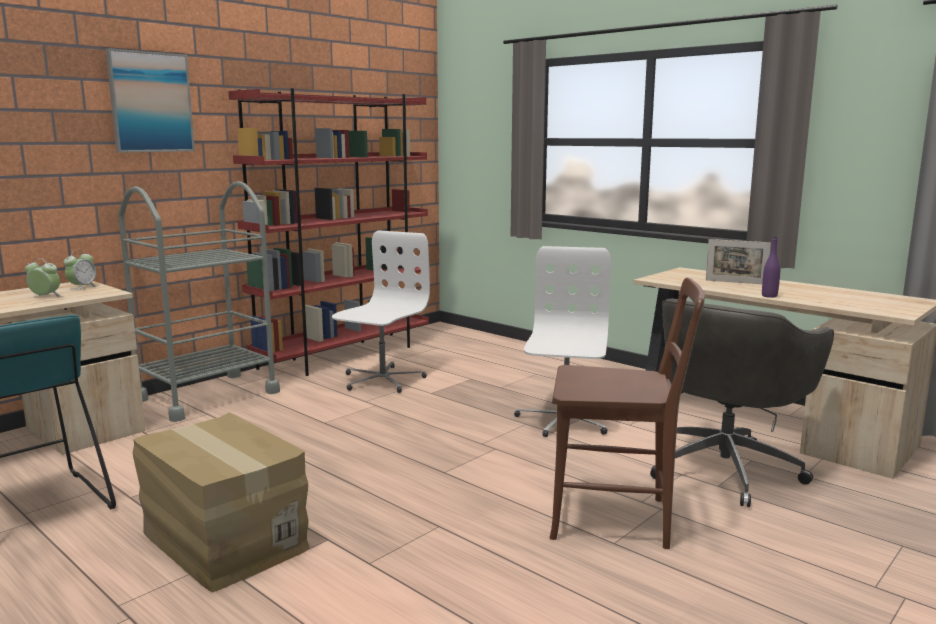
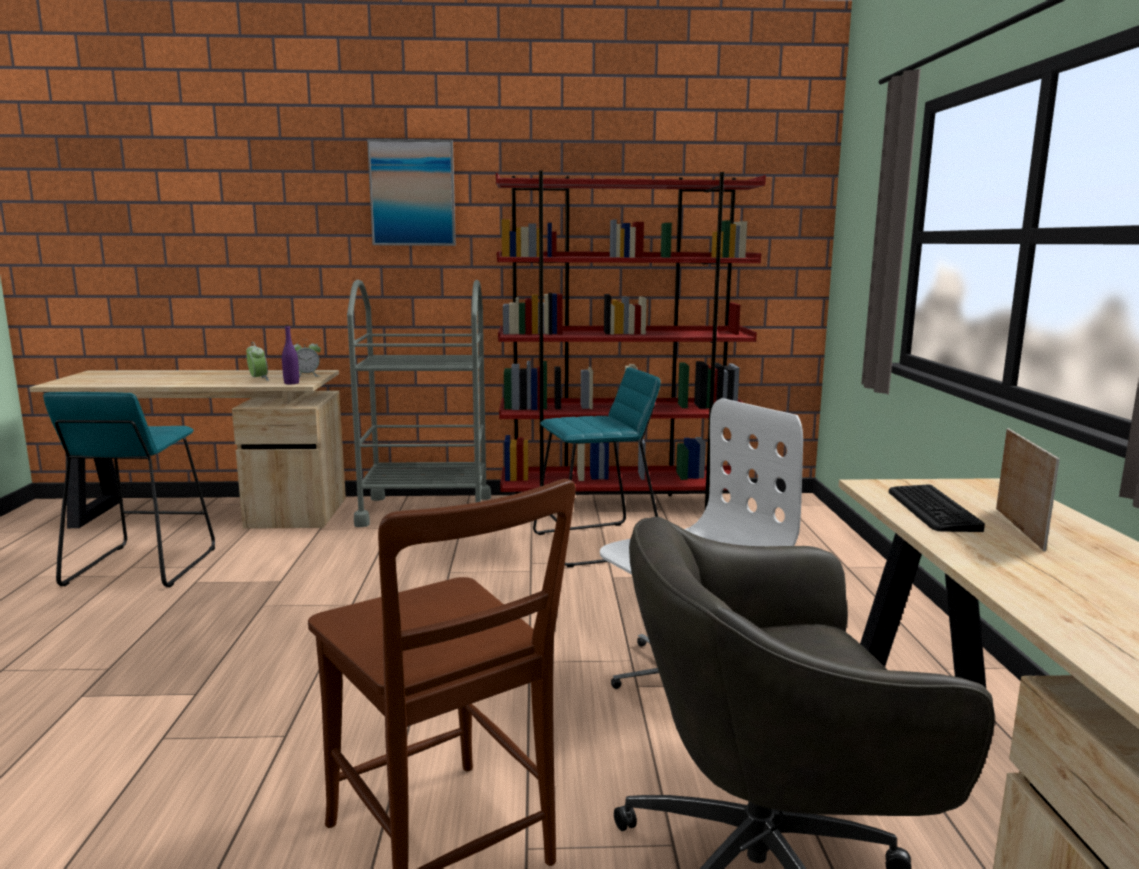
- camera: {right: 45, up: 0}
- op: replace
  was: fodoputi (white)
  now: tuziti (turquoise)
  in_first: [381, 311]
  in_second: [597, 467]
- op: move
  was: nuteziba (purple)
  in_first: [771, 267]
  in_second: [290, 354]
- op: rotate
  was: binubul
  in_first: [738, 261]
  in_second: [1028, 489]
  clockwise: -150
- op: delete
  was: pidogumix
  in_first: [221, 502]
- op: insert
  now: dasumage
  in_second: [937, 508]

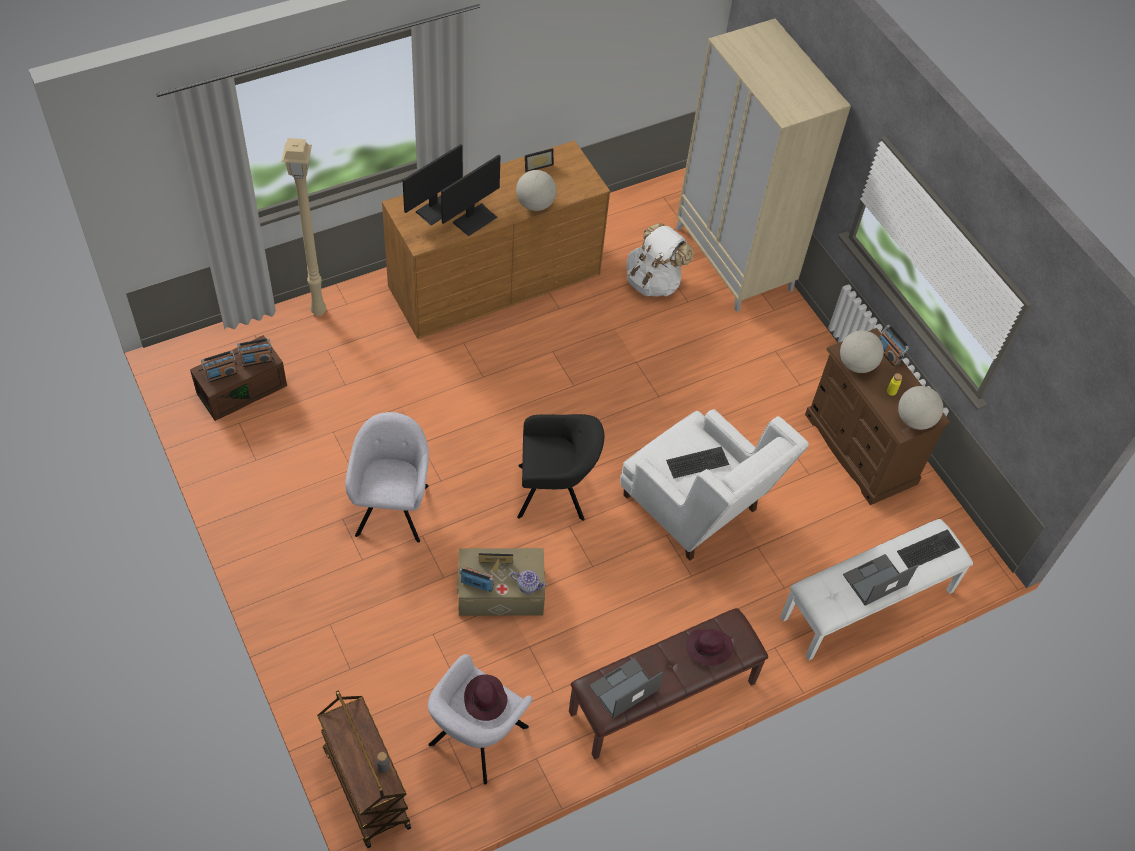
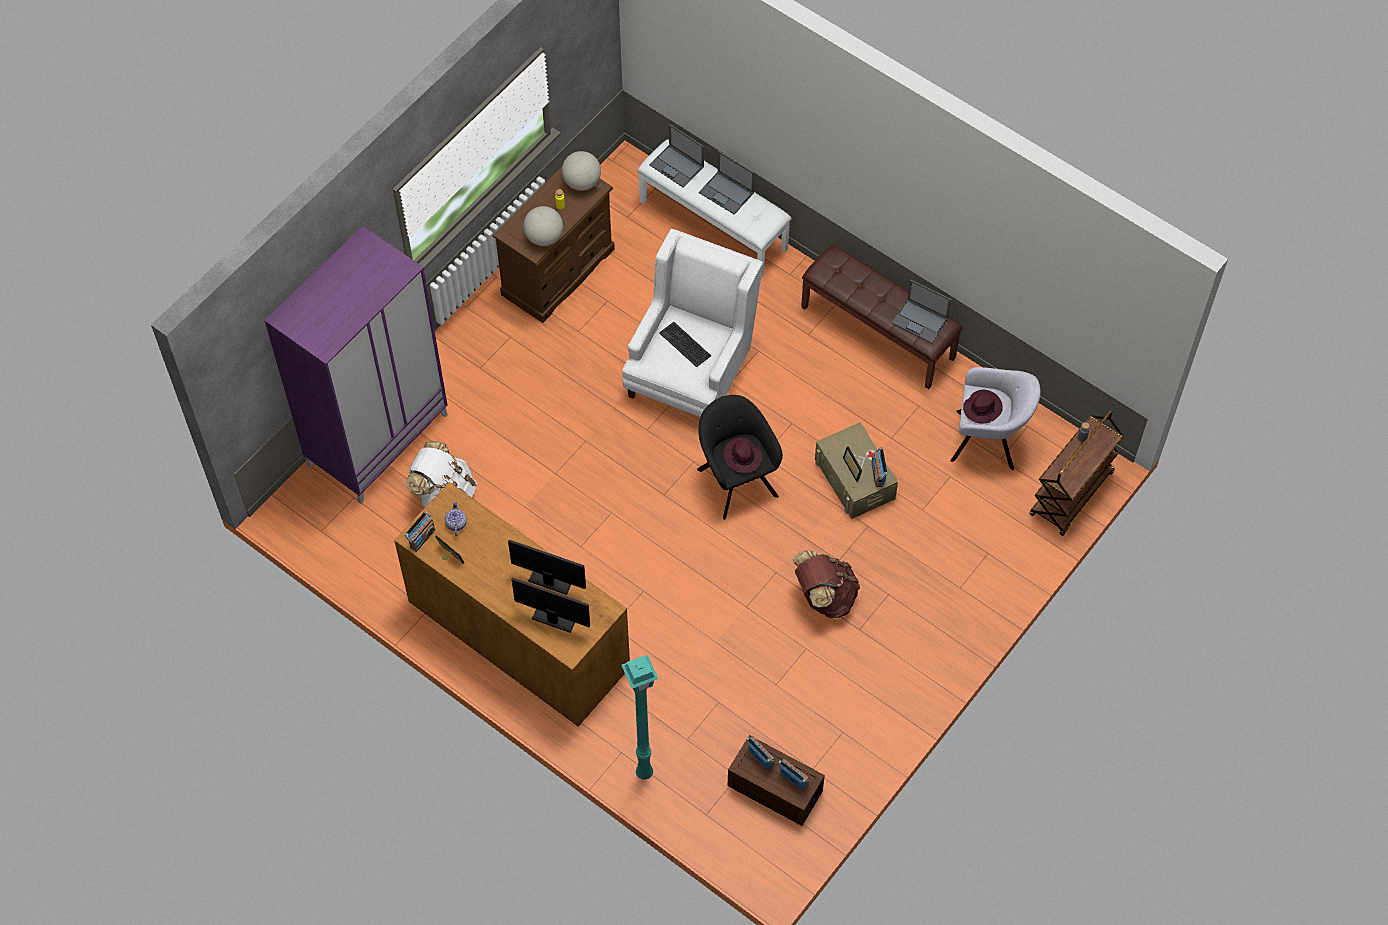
- camera: {right: -110, up: 5}
- op: recolor
  was: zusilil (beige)
  now: zusilil (purple)
  in_first: [763, 165]
  in_second: [356, 365]
- op: recolor
  was: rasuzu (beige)
  now: rasuzu (turquoise)
  in_first: [303, 227]
  in_second: [639, 717]
- op: delete
  was: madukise
  in_first: [536, 190]
- op: move
  was: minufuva
  in_first: [894, 346]
  in_second: [420, 531]
- op: replace
  was: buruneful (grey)
  now: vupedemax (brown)
  in_first: [387, 477]
  in_second: [826, 584]
- op: replace
  was: dasumage
  now: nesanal
  in_first: [928, 549]
  in_second: [676, 156]
- op: move
  was: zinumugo
  in_first: [529, 582]
  in_second: [456, 518]
- op: move
  was: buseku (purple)
  in_first: [709, 647]
  in_second: [743, 455]

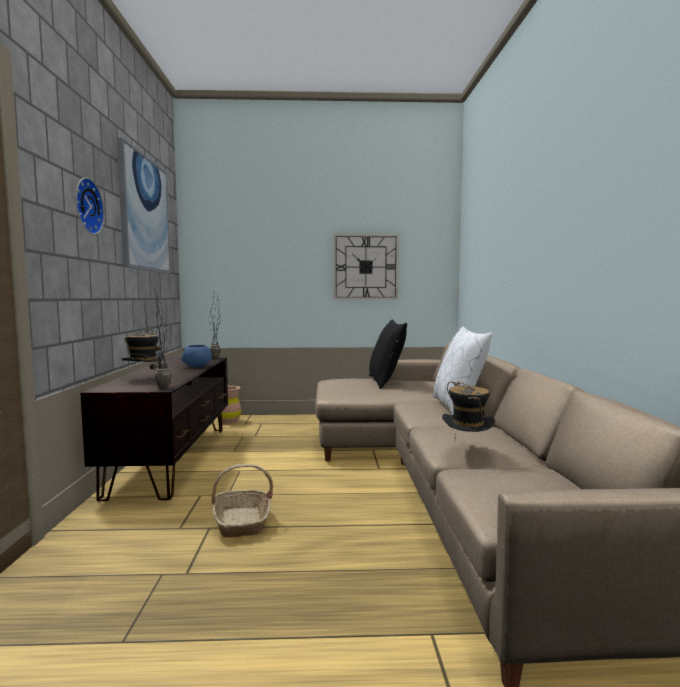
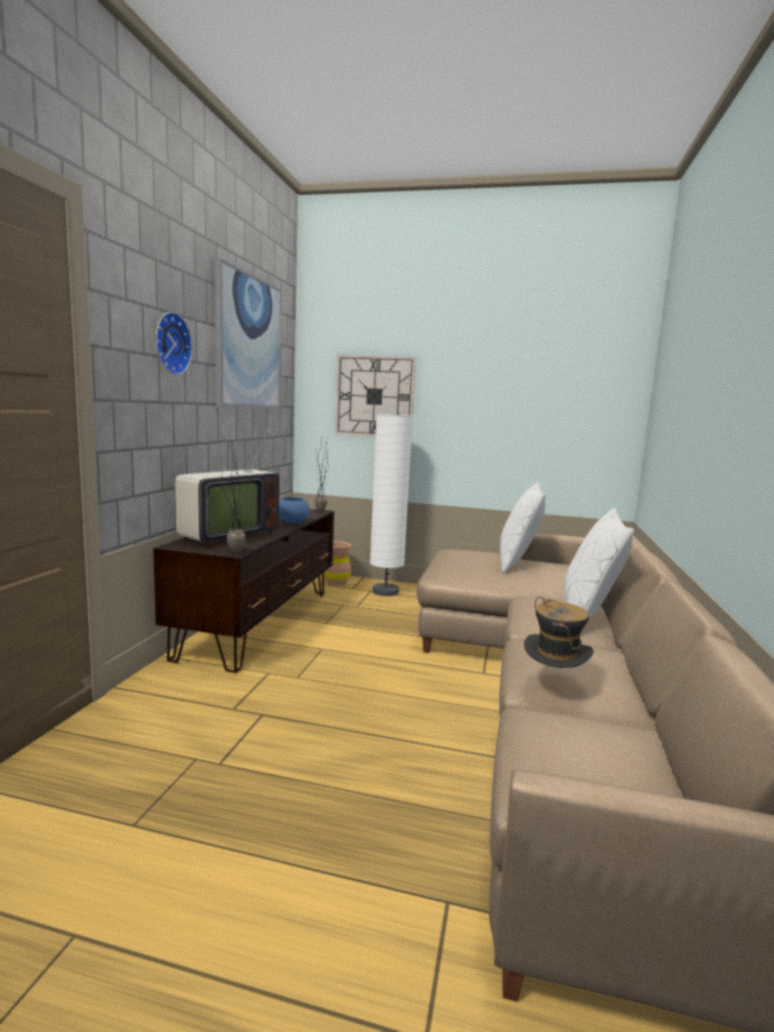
- camera: {right: 15, up: 5}
- op: move
  was: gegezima
  in_first: [366, 267]
  in_second: [375, 396]
- op: recolor
  was: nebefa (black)
  now: nebefa (white)
  in_first: [388, 354]
  in_second: [523, 527]
- op: replace
  was: buseku
  now: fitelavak
  in_first: [142, 349]
  in_second: [227, 486]
- op: delete
  was: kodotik
  in_first: [242, 500]
- op: insert
  now: rasuzu (white)
  in_second: [391, 505]

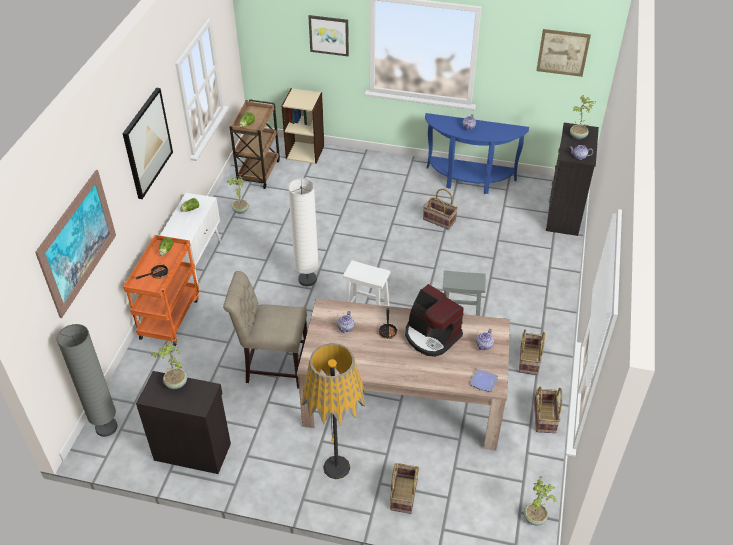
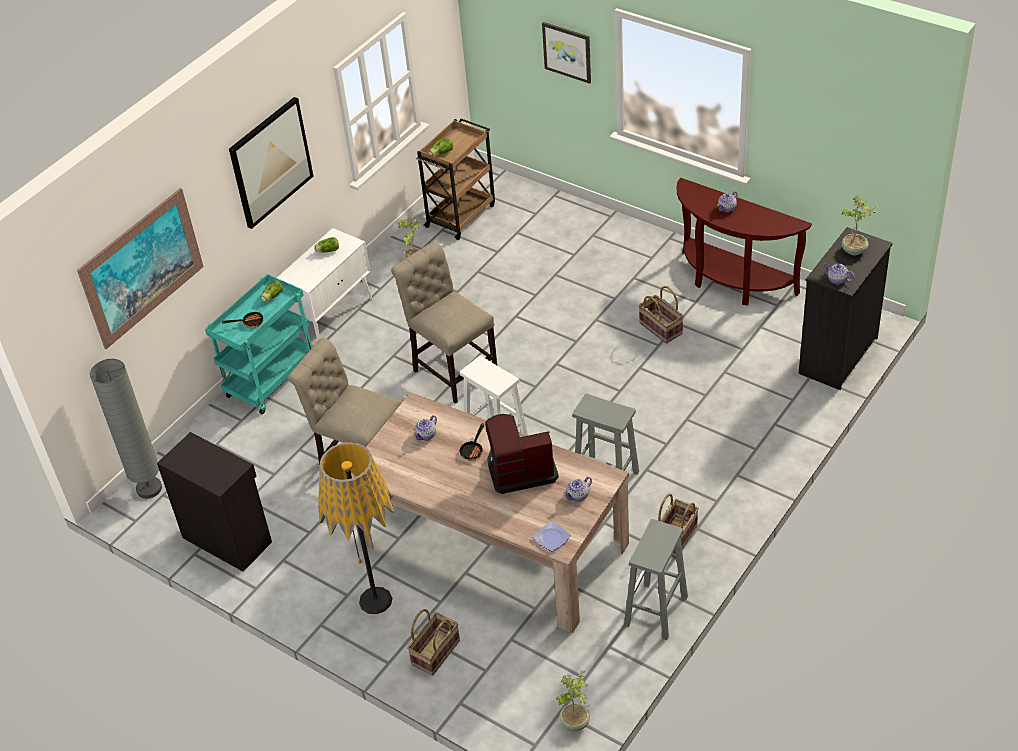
- camera: {right: 25, up: 0}
- op: delete
  was: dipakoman
  in_first: [563, 53]
- op: delete
  was: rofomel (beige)
  in_first: [303, 126]
- op: recolor
  was: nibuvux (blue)
  now: nibuvux (brown)
  in_first: [477, 153]
  in_second: [744, 242]
- op: replace
  was: rasuzu (white)
  now: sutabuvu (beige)
  in_first: [303, 232]
  in_second: [444, 322]
- op: recolor
  was: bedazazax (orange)
  now: bedazazax (turquoise)
  in_first: [161, 290]
  in_second: [259, 344]
- op: rotate
  was: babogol
  in_first: [434, 320]
  in_second: [522, 454]
  clockwise: 105
- op: delete
  was: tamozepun
  in_first: [169, 365]
- op: replace
  was: kodotik
  now: tuziti (grey)
  in_first: [548, 410]
  in_second: [656, 579]

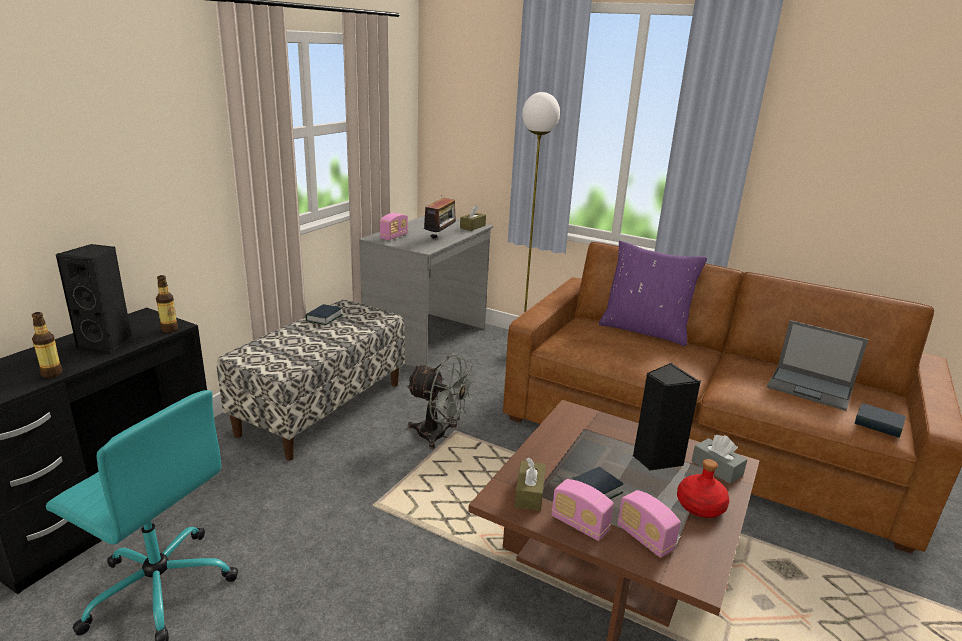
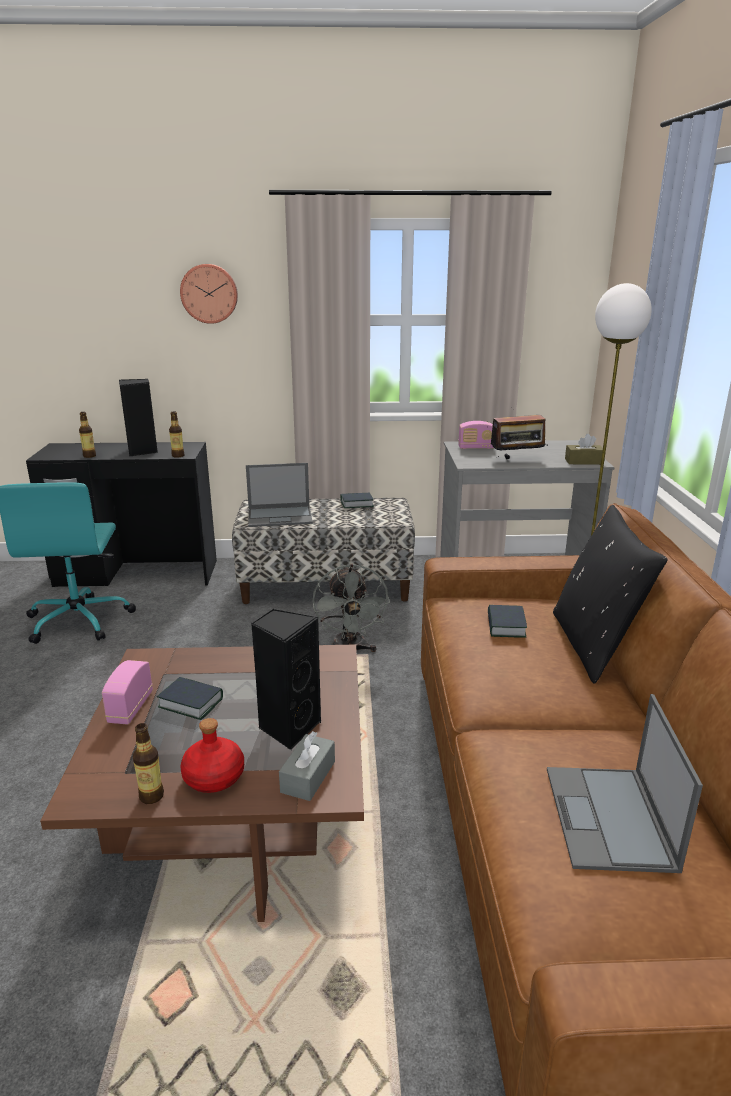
- camera: {right: 60, up: 0}
- op: recolor
  was: nebefa (purple)
  now: nebefa (black)
  in_first: [653, 293]
  in_second: [610, 594]
- op: move
  was: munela
  in_first: [880, 420]
  in_second: [507, 621]
- op: delete
  was: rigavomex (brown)
  in_first: [530, 484]
- op: delete
  was: minufuva
  in_first: [649, 524]
- op: insert
  now: gegezima
  in_second: [209, 294]
- op: insert
  now: nesanal
  in_second: [279, 495]
- op: insert
  now: nuteziba
  in_second: [148, 763]

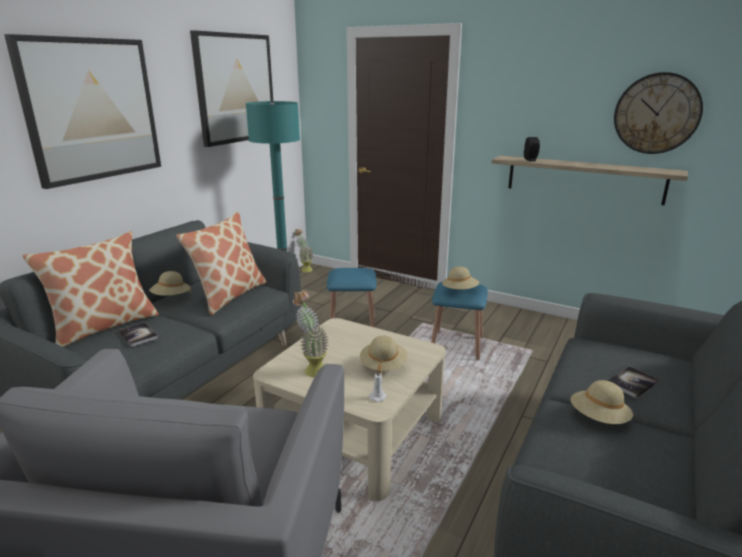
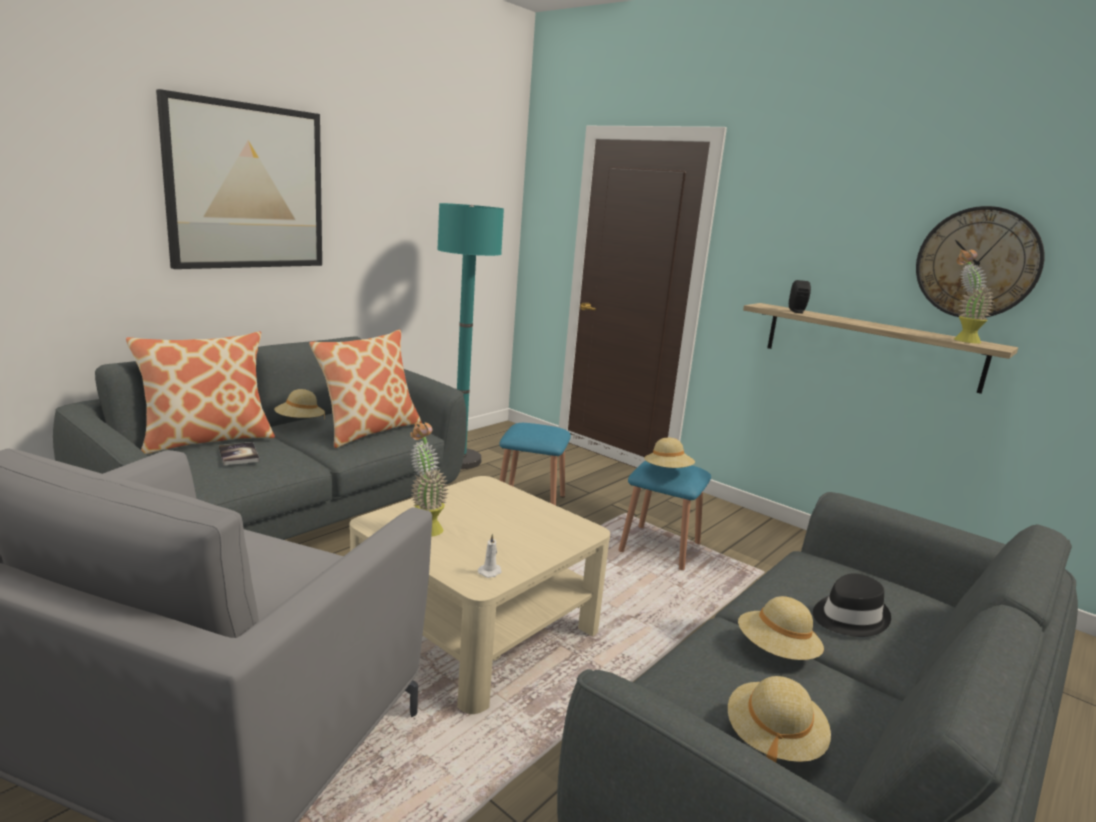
- camera: {right: 10, up: -5}
- op: delete
  was: dipakoman
  in_first: [231, 88]
- op: move
  was: tamozepun
  in_first: [304, 250]
  in_second: [974, 297]
- op: move
  was: buseku (beige)
  in_first: [384, 355]
  in_second: [779, 719]
- op: replace
  was: munela
  now: buseku (black)
  in_first: [633, 382]
  in_second: [852, 605]

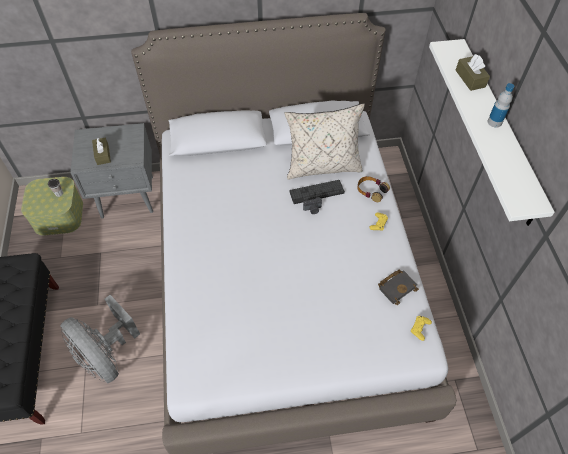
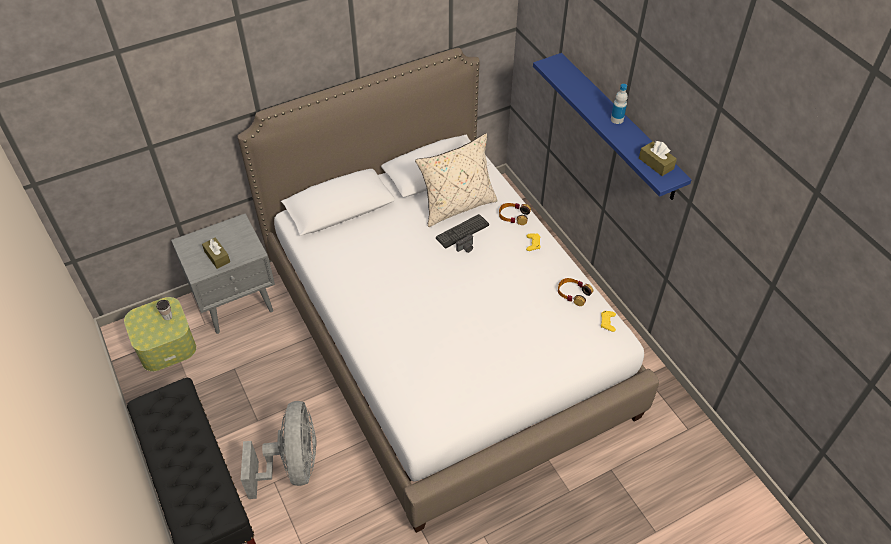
- camera: {right: -20, up: -5}
- op: recolor
  was: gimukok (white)
  now: gimukok (blue)
  in_first: [492, 132]
  in_second: [612, 126]
- op: move
  was: rigavomex (brown)
  in_first: [473, 72]
  in_second: [658, 158]
- op: replace
  was: munela (black)
  now: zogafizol
  in_first: [398, 287]
  in_second: [575, 292]
- op: rotate
  was: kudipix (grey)
  in_first: [100, 339]
  in_second: [279, 450]
  clockwise: -120

